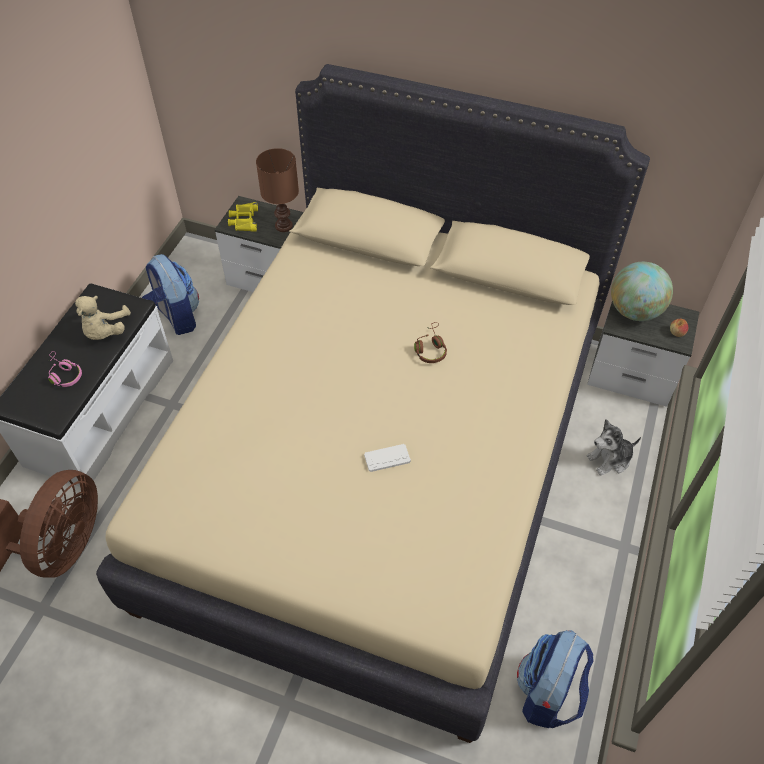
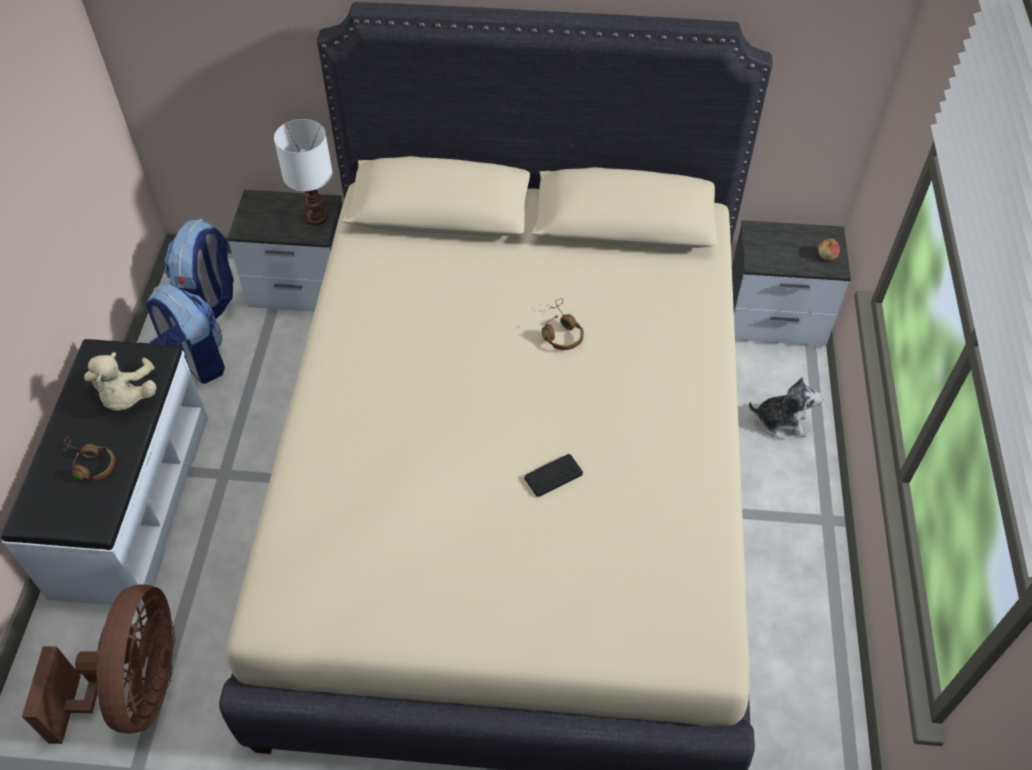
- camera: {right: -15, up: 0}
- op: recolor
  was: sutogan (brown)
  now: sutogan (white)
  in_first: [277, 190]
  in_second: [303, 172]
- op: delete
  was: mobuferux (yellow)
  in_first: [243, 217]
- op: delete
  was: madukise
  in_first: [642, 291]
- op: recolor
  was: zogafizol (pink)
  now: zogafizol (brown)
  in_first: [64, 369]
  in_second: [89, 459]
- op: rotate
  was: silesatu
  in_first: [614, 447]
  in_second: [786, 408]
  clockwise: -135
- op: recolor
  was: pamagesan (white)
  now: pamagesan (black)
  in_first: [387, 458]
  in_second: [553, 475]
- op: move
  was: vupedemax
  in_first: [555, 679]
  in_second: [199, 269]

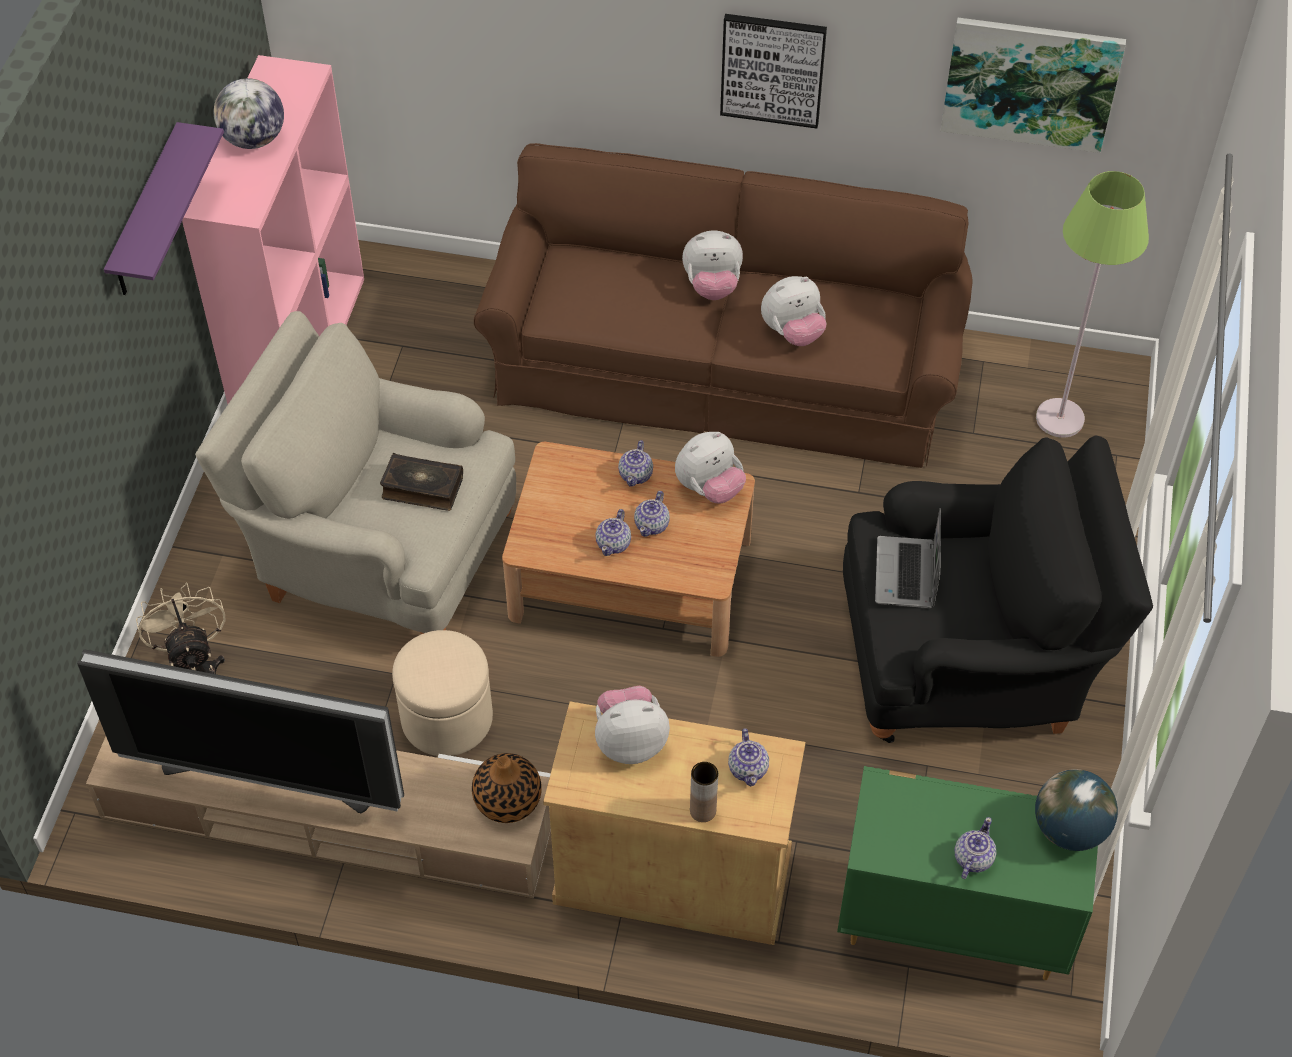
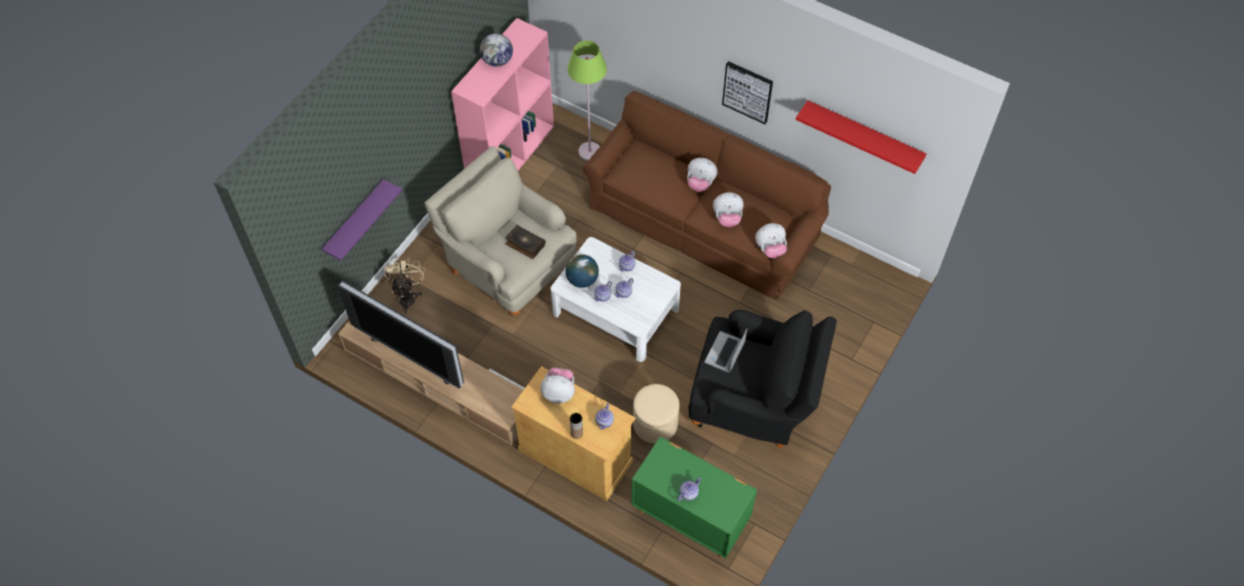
- camera: {right: 20, up: 5}
- op: replace
  was: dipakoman
  now: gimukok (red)
  in_first: [1033, 85]
  in_second: [861, 137]
- op: move
  was: gimukok (purple)
  in_first: [164, 208]
  in_second: [362, 219]
- op: move
  was: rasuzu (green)
  in_first: [1092, 304]
  in_second: [587, 100]
- op: move
  was: silesatu
  in_first: [710, 467]
  in_second: [771, 240]
- op: recolor
  was: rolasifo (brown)
  now: rolasifo (white)
  in_first: [628, 549]
  in_second: [616, 299]
- op: move
  was: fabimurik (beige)
  in_first: [442, 693]
  in_second: [656, 414]
- op: delete
  was: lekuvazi
  in_first: [507, 788]
- op: move
  was: madukise
  in_first: [1076, 810]
  in_second: [582, 271]

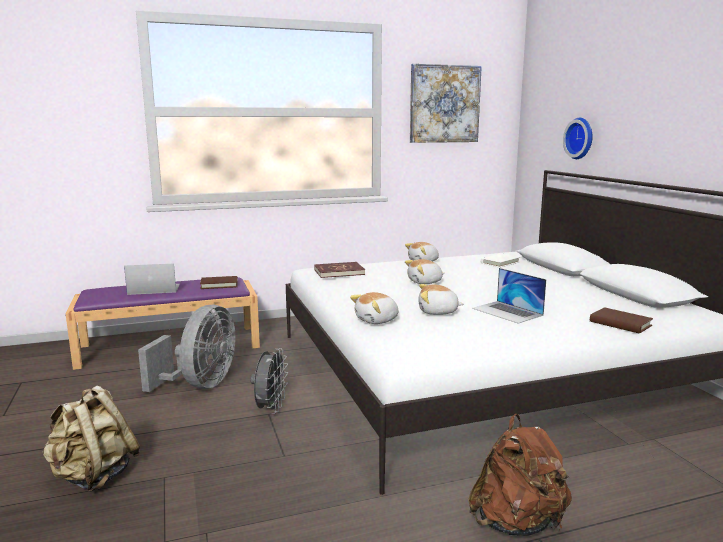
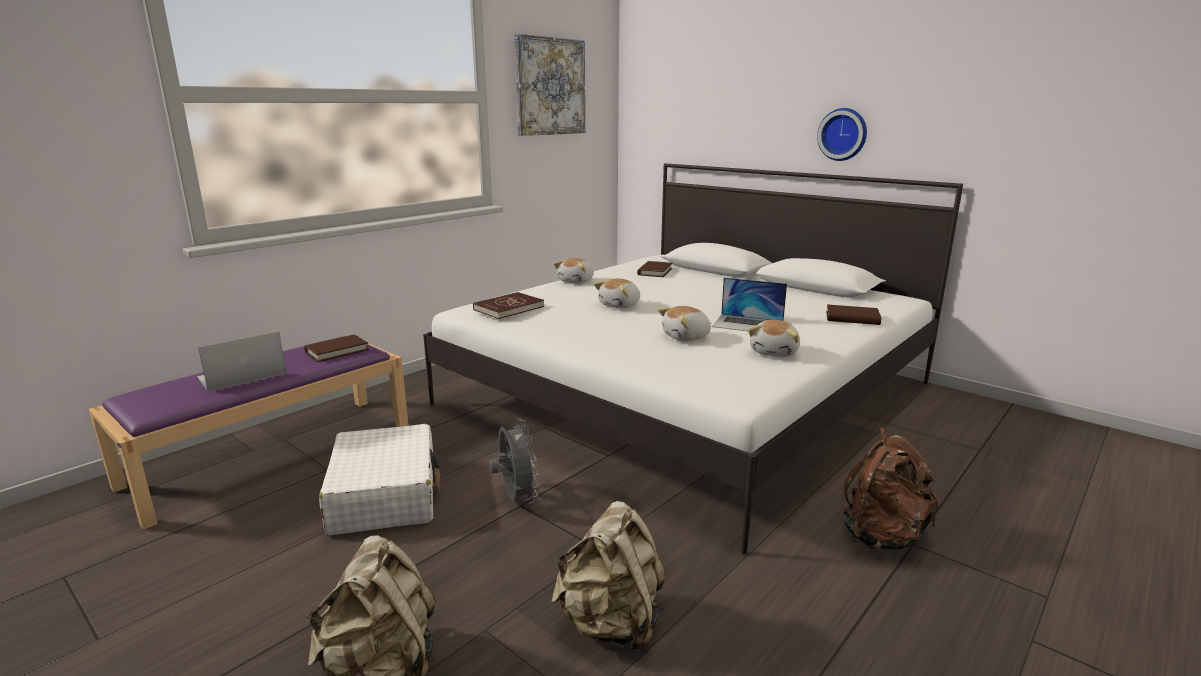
- camera: {right: -30, up: 5}
- op: move
  was: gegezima
  in_first: [578, 138]
  in_second: [842, 134]
- op: recolor
  was: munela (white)
  now: munela (brown)
  in_first: [501, 260]
  in_second: [654, 269]
- op: move
  was: silesatu
  in_first: [374, 308]
  in_second: [774, 338]
- op: replace
  was: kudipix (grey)
  now: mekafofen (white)
  in_first: [186, 348]
  in_second: [380, 479]
- op: insert
  now: vupedemax (beige)
  in_second: [608, 577]

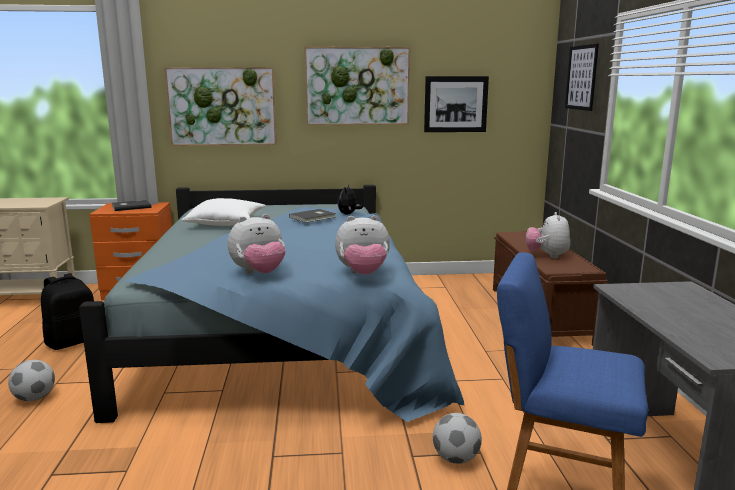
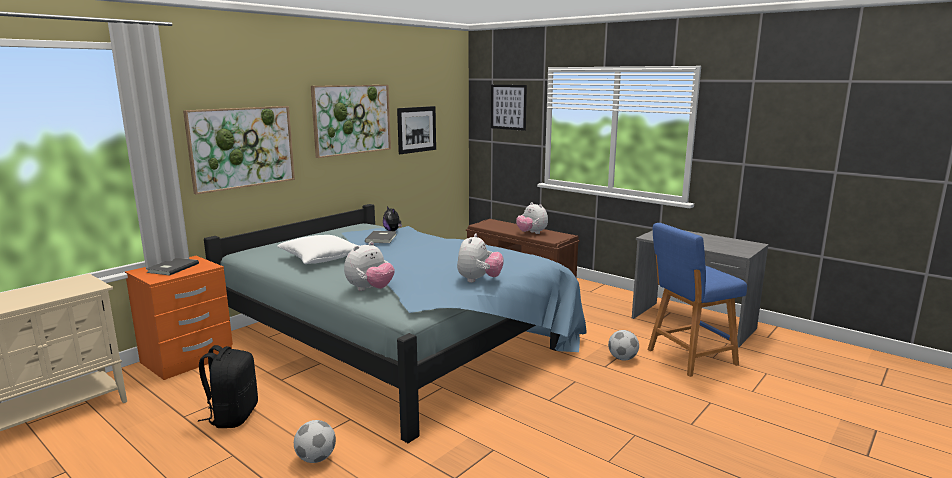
- camera: {right: -45, up: 0}
- op: move
  was: silesatu
  in_first: [362, 245]
  in_second: [369, 266]

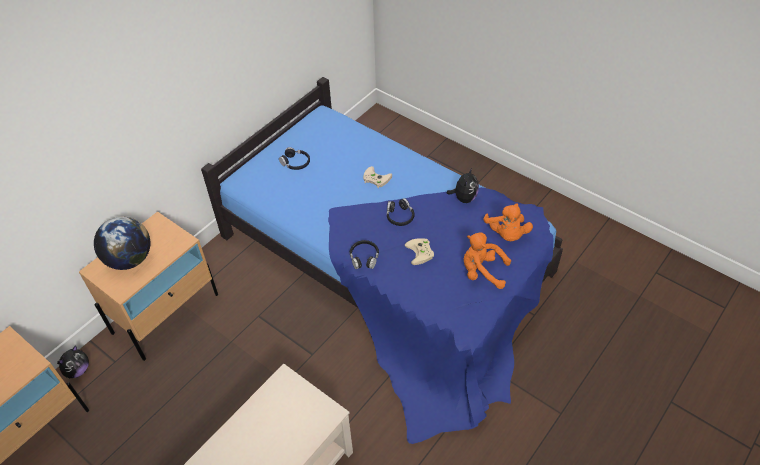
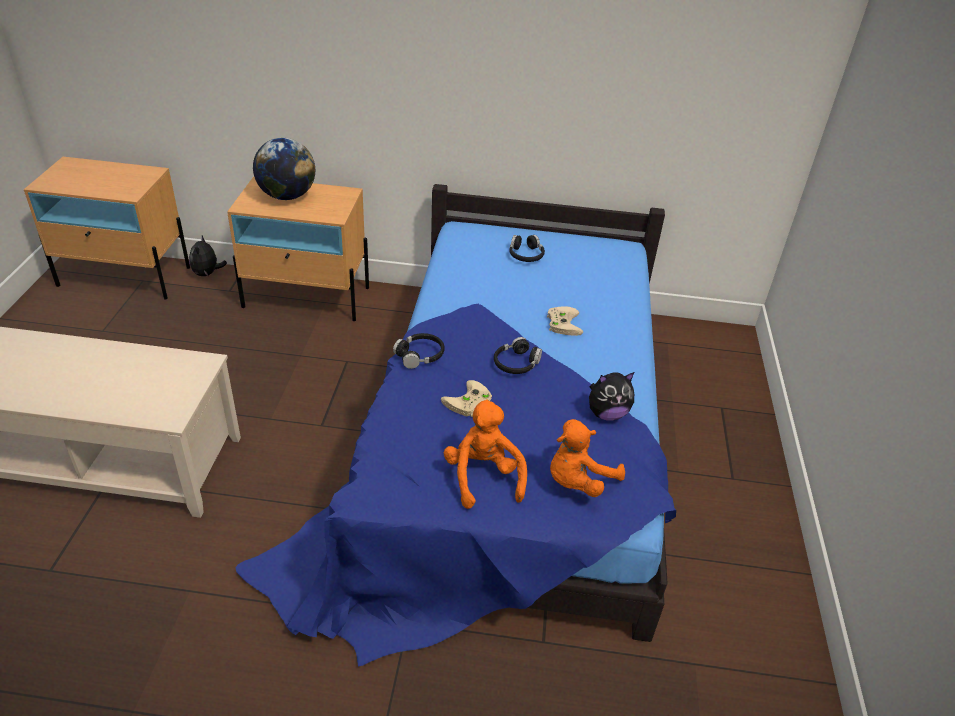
- camera: {right: 55, up: -10}
- op: rotate
  was: silesatu
  in_first: [73, 361]
  in_second: [208, 256]
  clockwise: 90

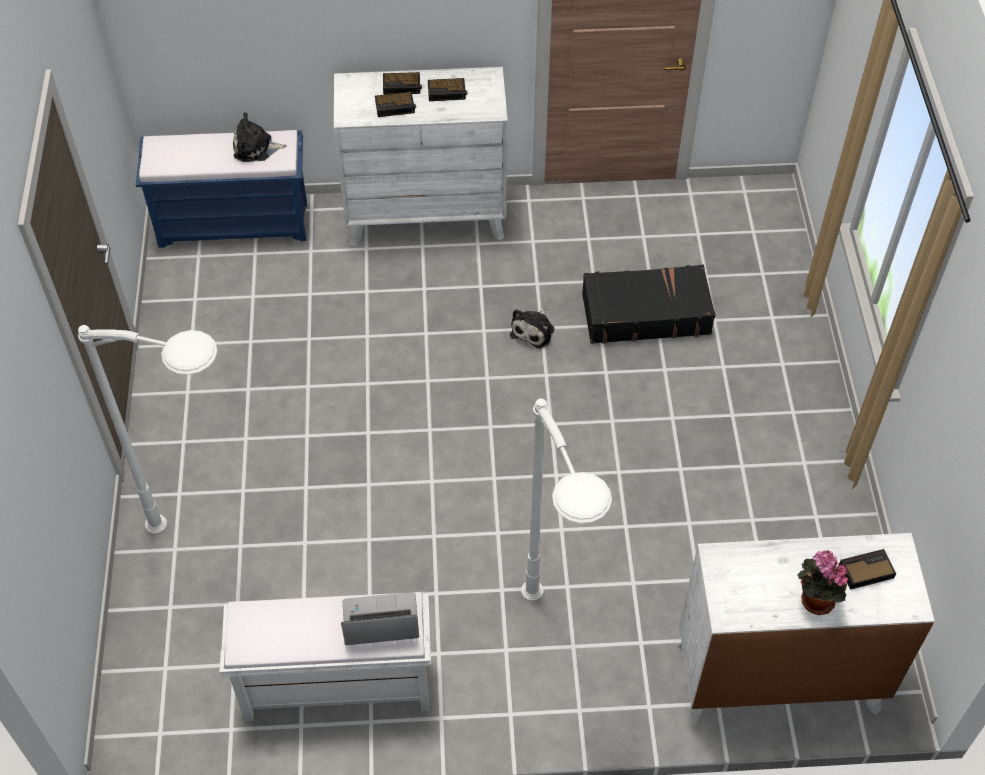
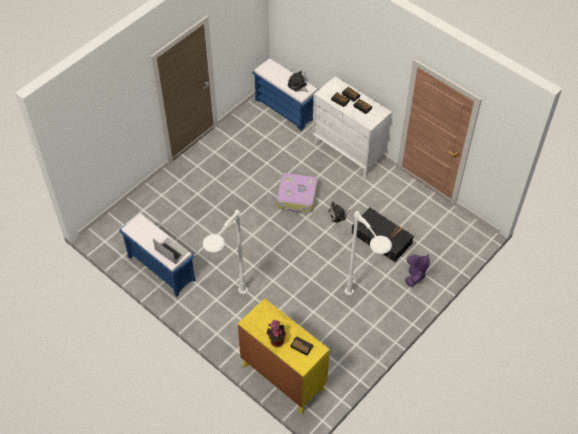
- camera: {right: 45, up: 0}
- op: move
  was: rasuzu (white)
  in_first: [148, 429]
  in_second: [368, 253]
- op: recolor
  was: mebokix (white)
  now: mebokix (yellow)
  in_first: [806, 629]
  in_second: [284, 356]
- op: recolor
  was: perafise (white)
  now: perafise (blue)
  in_first: [325, 656]
  in_second: [157, 255]
- op: insert
  now: mekafofen
  in_second: [297, 193]
- op: insert
  now: silesatu (purple)
  in_second: [417, 270]

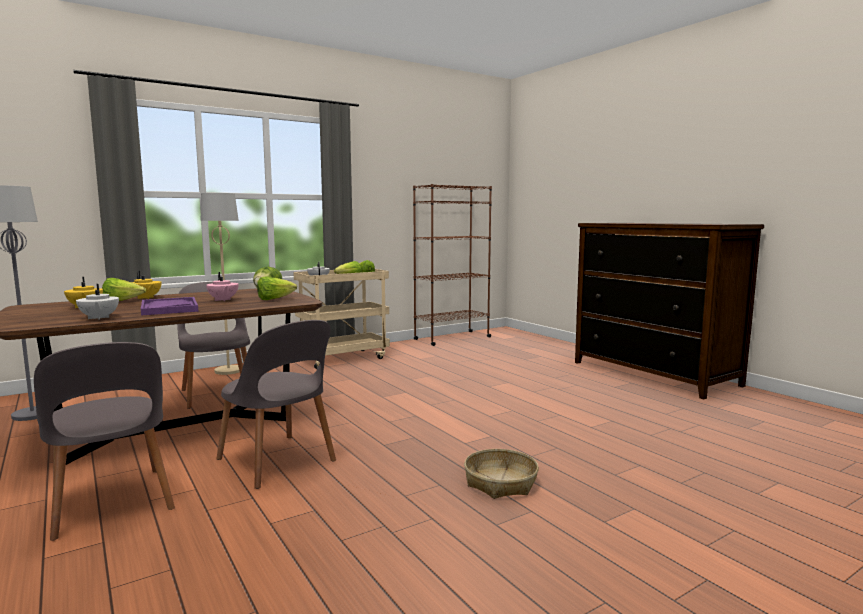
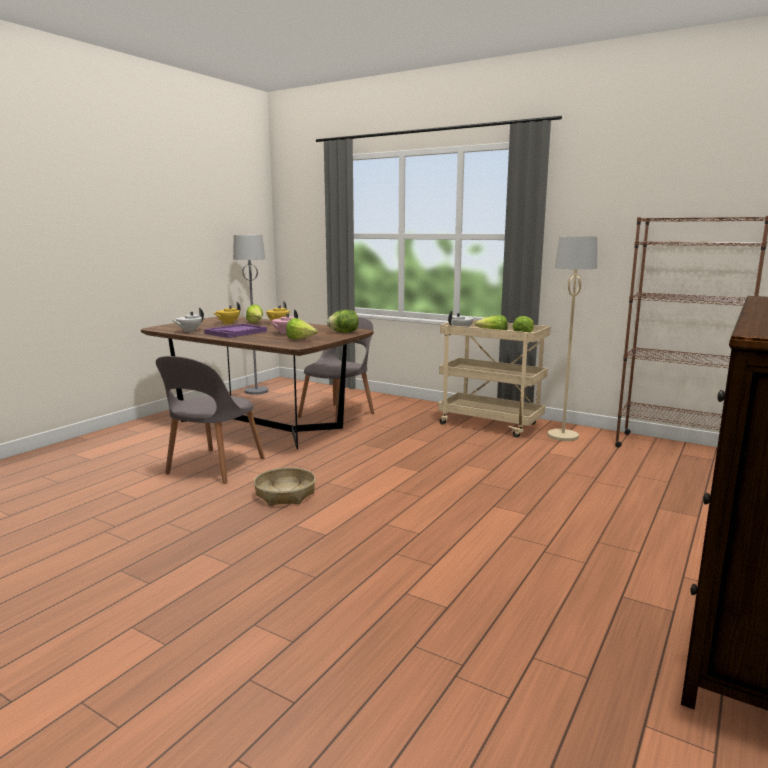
- camera: {right: 65, up: 5}
- op: move
  was: rasuzu (beige)
  in_first: [220, 284]
  in_second: [572, 338]
- op: delete
  was: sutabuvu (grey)
  in_first: [104, 441]
- op: move
  was: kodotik
  in_first: [501, 474]
  in_second: [285, 486]

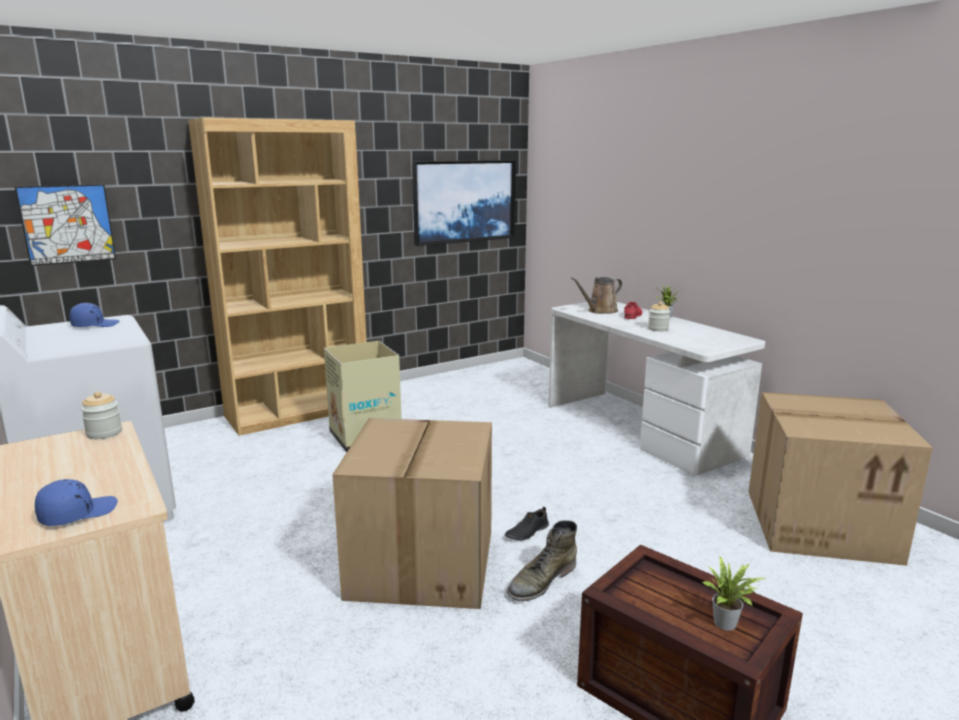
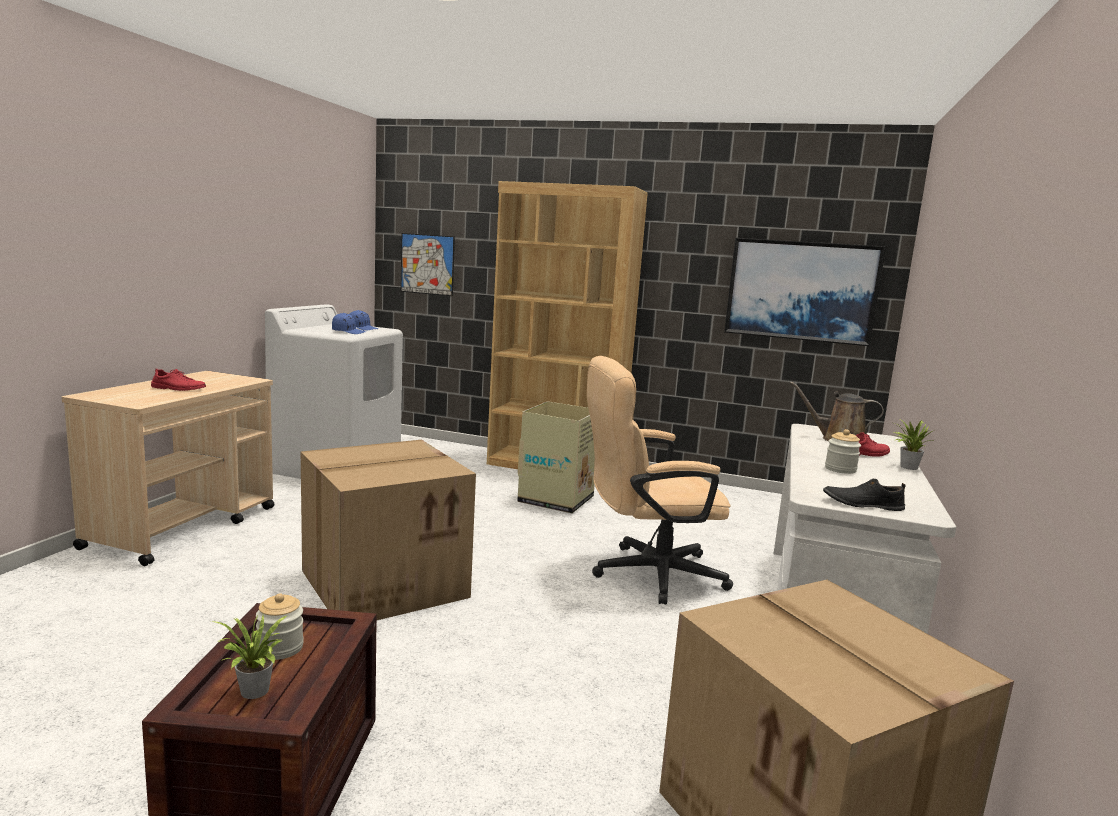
- camera: {right: 50, up: -5}
- op: move
  was: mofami
  in_first: [101, 415]
  in_second: [280, 626]
- op: move
  was: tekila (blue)
  in_first: [76, 502]
  in_second: [349, 323]
- op: move
  was: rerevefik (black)
  in_first: [527, 523]
  in_second: [864, 495]
- op: delete
  was: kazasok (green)
  in_first: [542, 560]
- op: insert
  now: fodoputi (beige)
  in_second: [660, 480]
- op: insert
  now: rerevefik (red)
  in_second: [178, 379]

